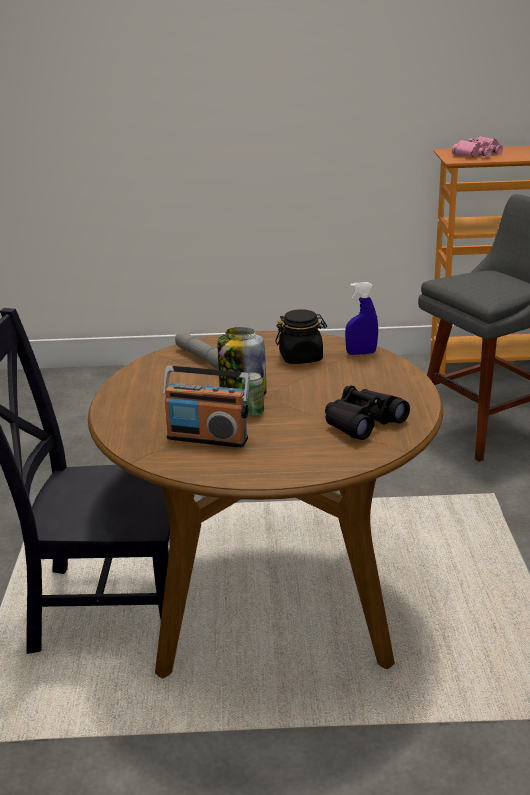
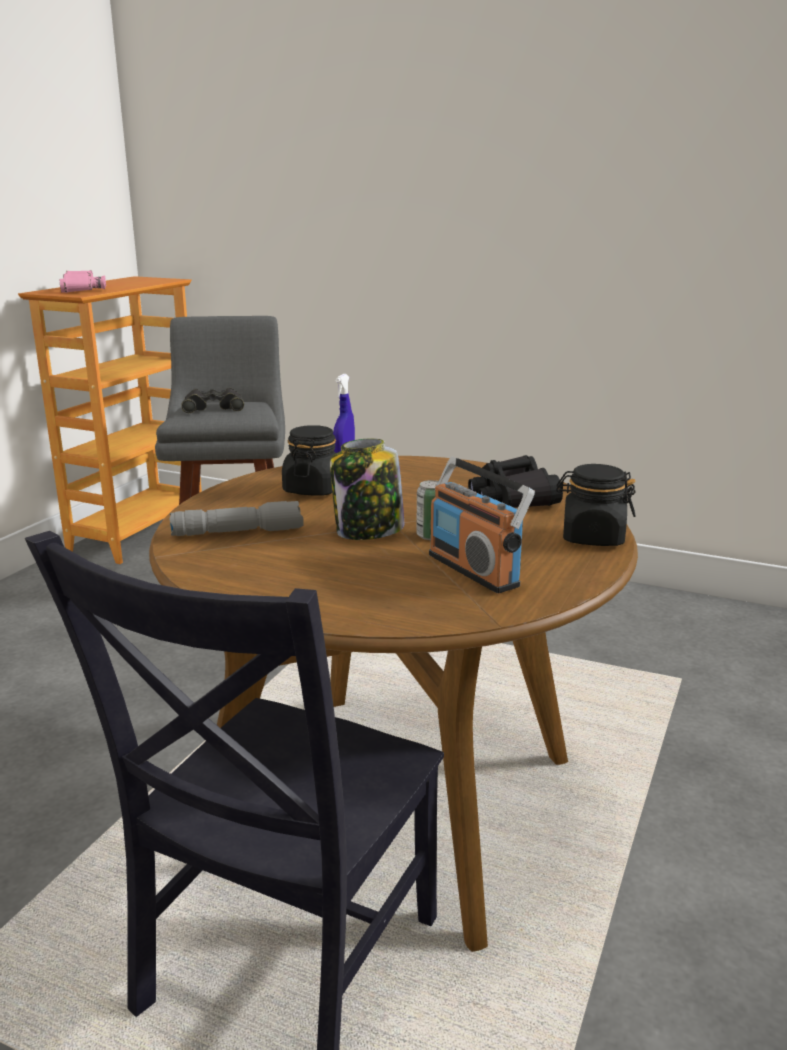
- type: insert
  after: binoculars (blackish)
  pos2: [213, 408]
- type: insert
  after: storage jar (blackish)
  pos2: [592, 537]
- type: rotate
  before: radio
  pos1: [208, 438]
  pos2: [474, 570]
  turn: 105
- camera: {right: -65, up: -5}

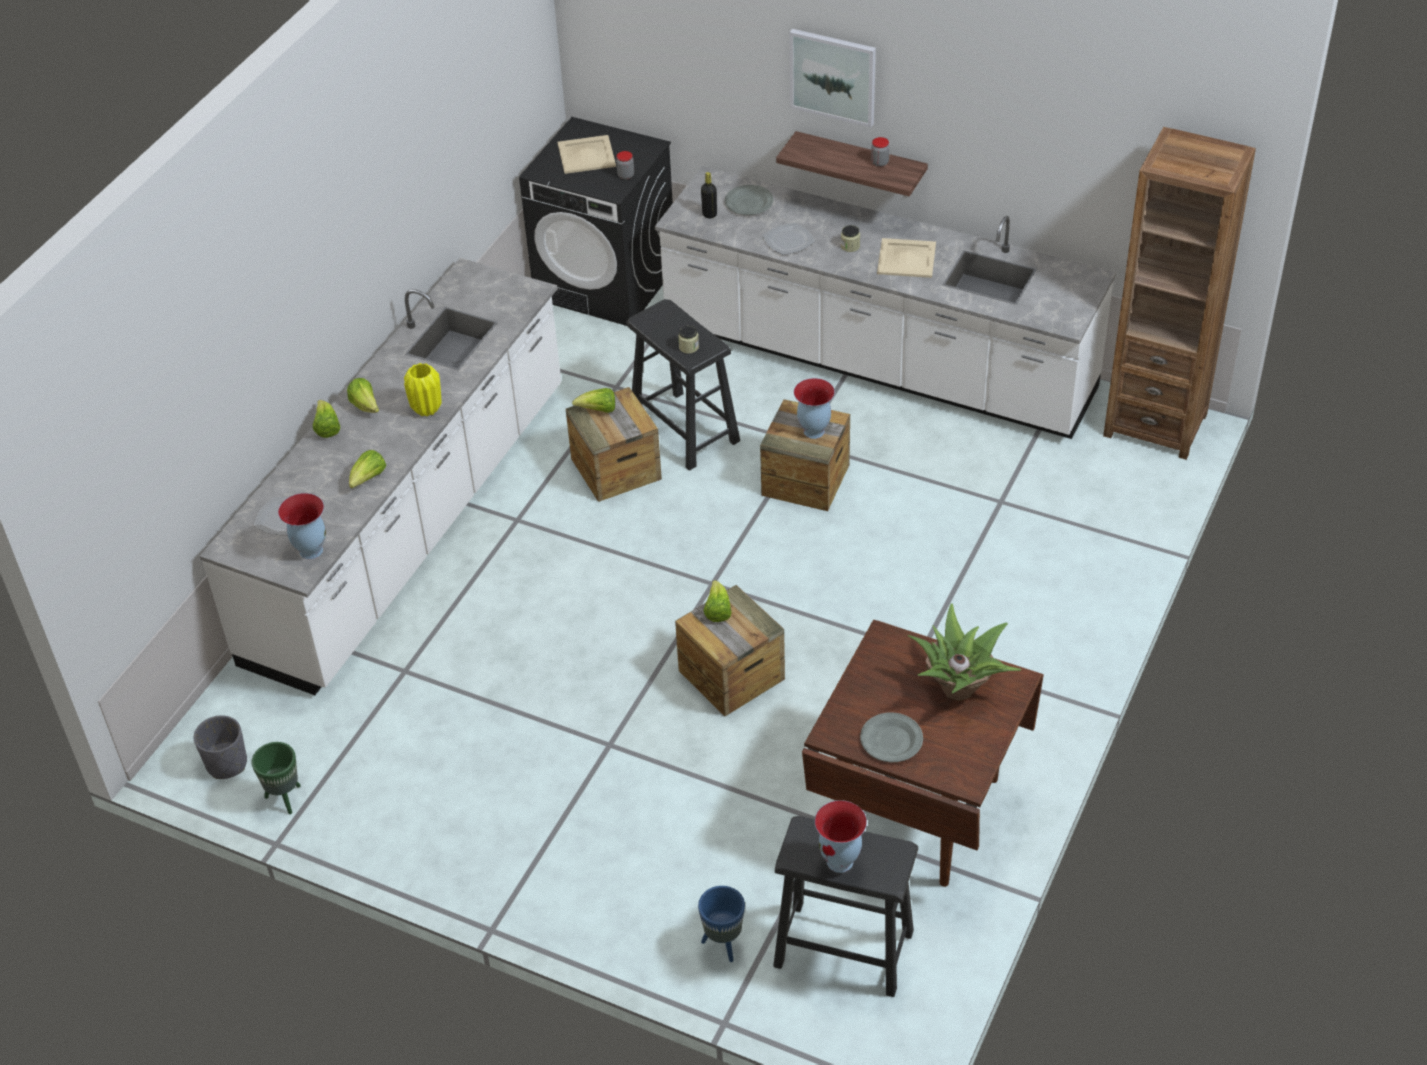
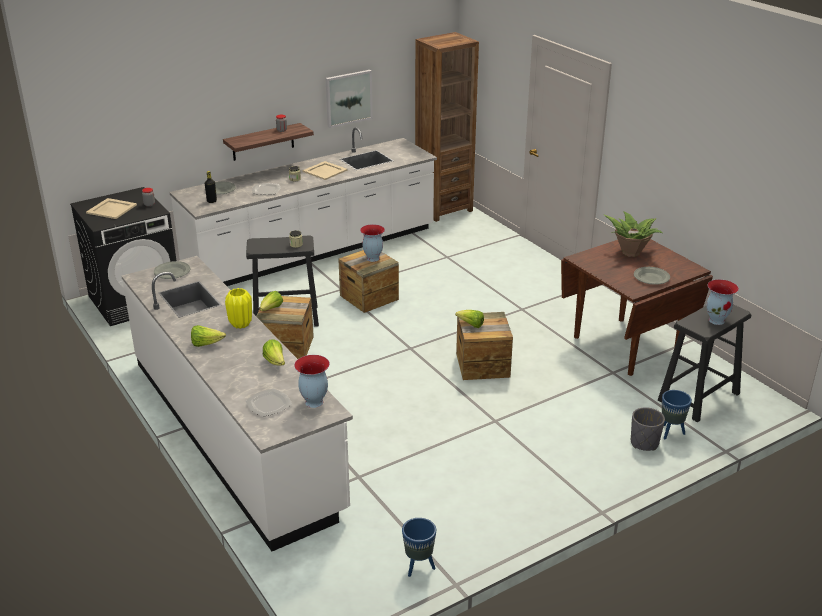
- type: delete
  before: lettuce
  pos1: [327, 428]
- type: insert
  after: flat dish (greyish)
  pos2: [172, 272]
- type: move
  before: flower pot (greyish)
  pos1: [226, 764]
  pos2: [644, 443]
- type: move
  before: picture
  pos1: [833, 76]
  pos2: [348, 98]
- type: recolor
  before: flower pot (green-coloured)
  after: flower pot (blue-coloured)
  pos1: [285, 798]
  pos2: [418, 567]
- camera: {right: -60, up: -15}

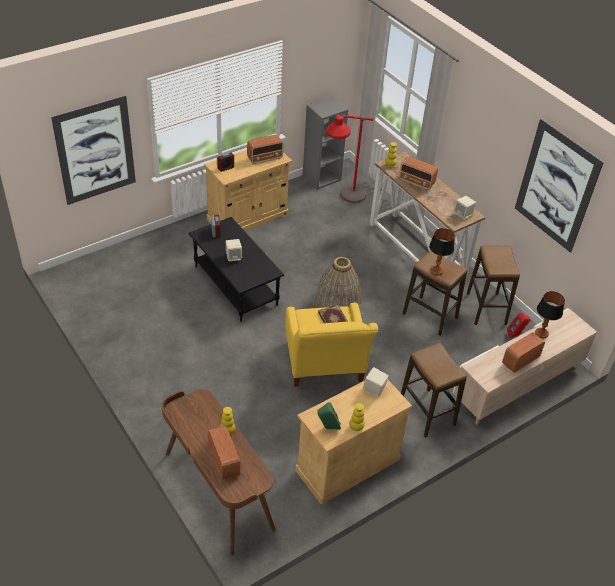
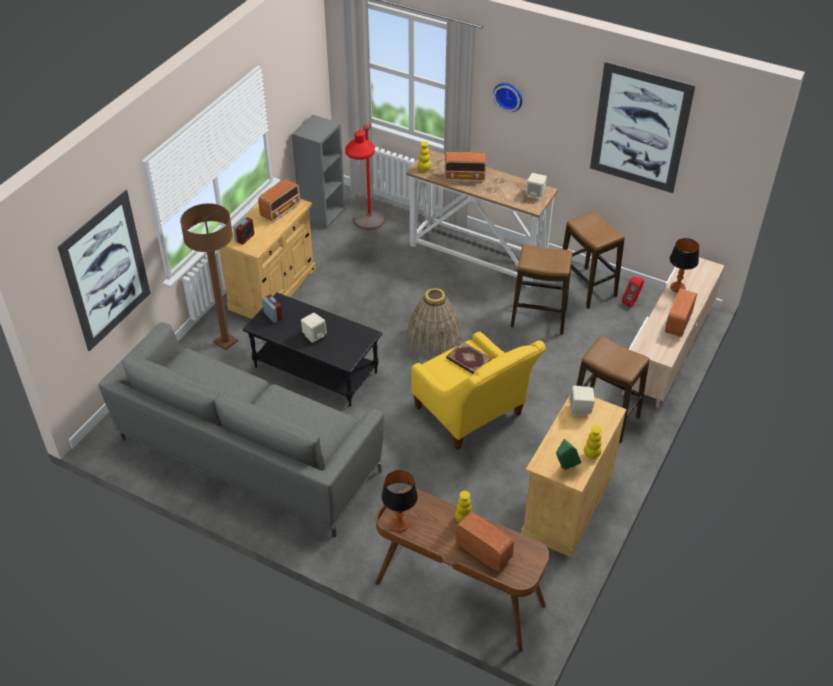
- type: insert
  after: settee (greyish)
  pos2: [248, 456]
- type: insert
  after: floor lamp (brown-coloured)
  pos2: [225, 341]
- type: insert
  after: clock on the wall
  pos2: [508, 96]
- type: move
  before: tabletop lamp
  pos1: [436, 270]
  pos2: [400, 524]
- camera: {right: -25, up: 0}

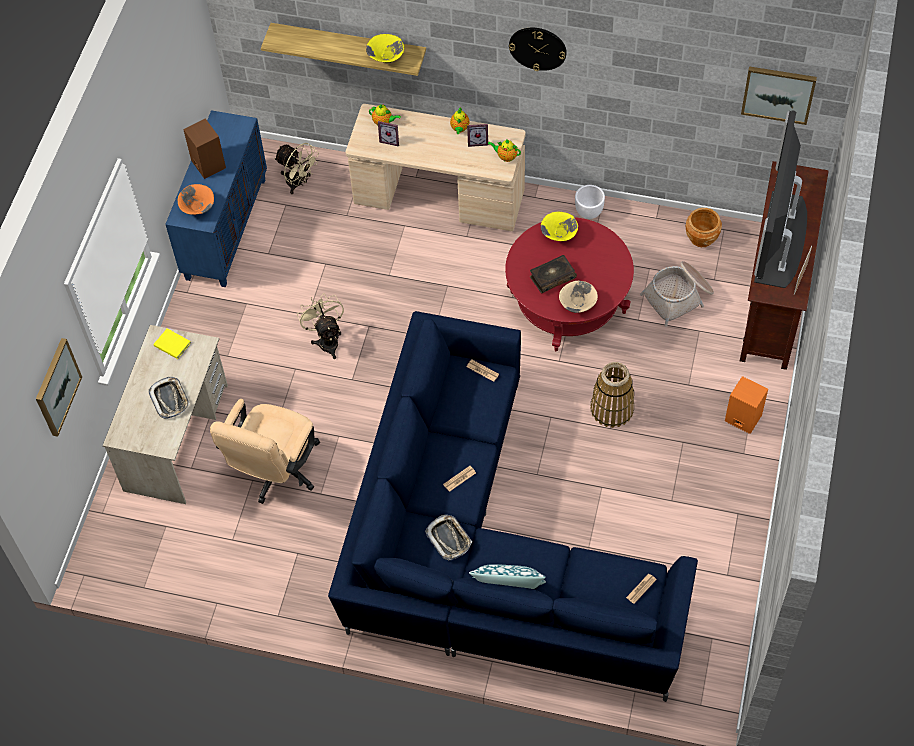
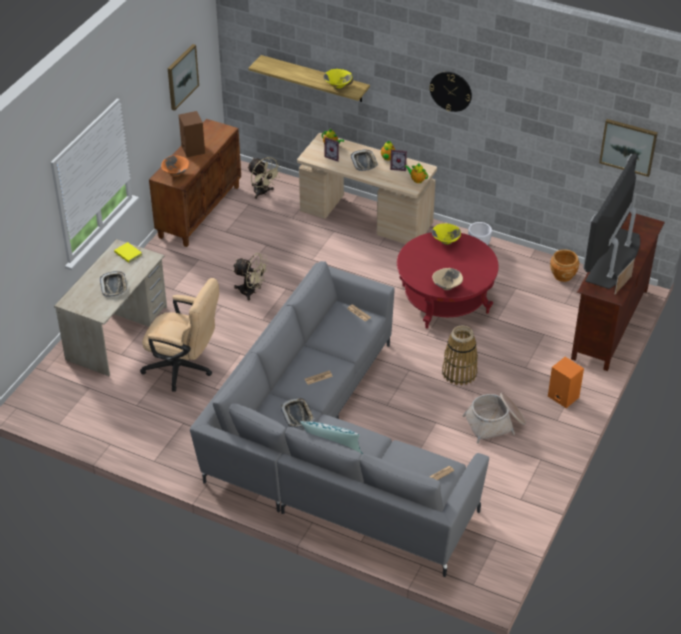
- type: delete
  before: book
  pos1: [552, 277]
- type: insert
  after: carrying tray
  pos2: [364, 162]
- type: move
  before: picture
  pos1: [57, 387]
  pos2: [182, 76]
- type: move
  before: basket
  pos1: [679, 297]
  pos2: [495, 423]
- type: recolor
  before: cabinet (blue-coloured)
  after: cabinet (brown-coloured)
  pos1: [225, 228]
  pos2: [199, 211]
- type: recolor
  before: settee (blue-coloured)
  after: settee (greyish)
  pos1: [486, 553]
  pos2: [330, 450]
- type: rotate
  before: computer chair (beige)
  pos1: [275, 473]
  pos2: [184, 368]
  turn: -105
- type: rotate
  before: cooling fan (beige)
  pos1: [327, 340]
  pos2: [251, 292]
  turn: 120
- camera: {right: 10, up: -15}

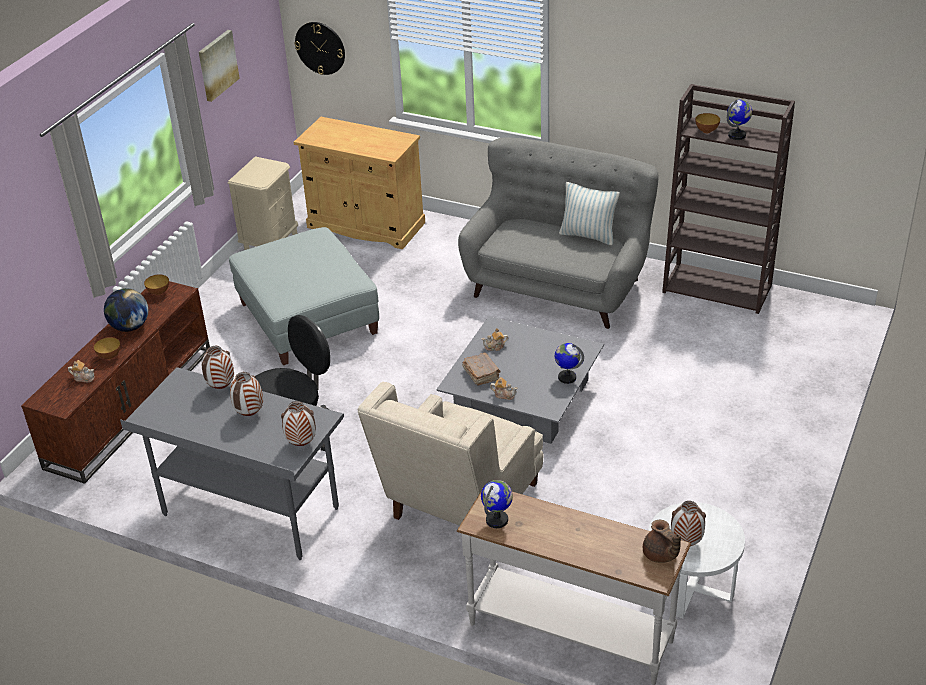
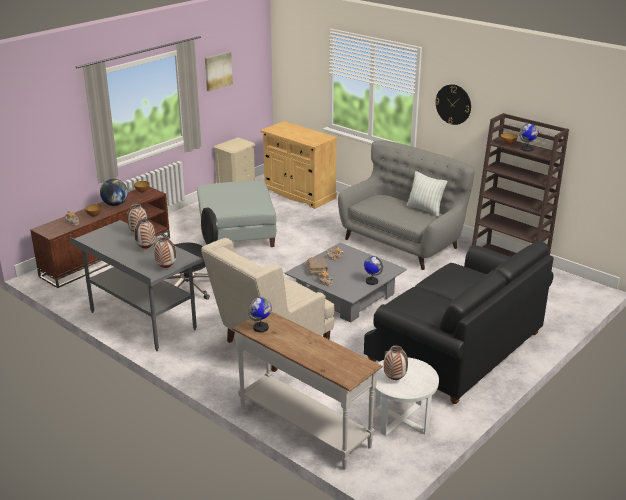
- type: delete
  before: tea pot (brown-coloured)
  pos1: [660, 555]
- type: insert
  after: settee (blackish)
  pos2: [455, 348]
- type: move
  before: clock on the wall
  pos1: [320, 48]
  pos2: [453, 104]
- camera: {right: 15, up: -10}

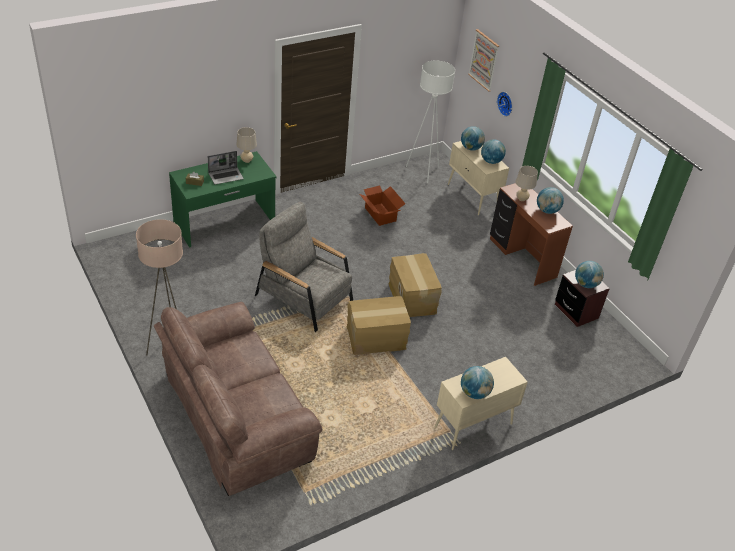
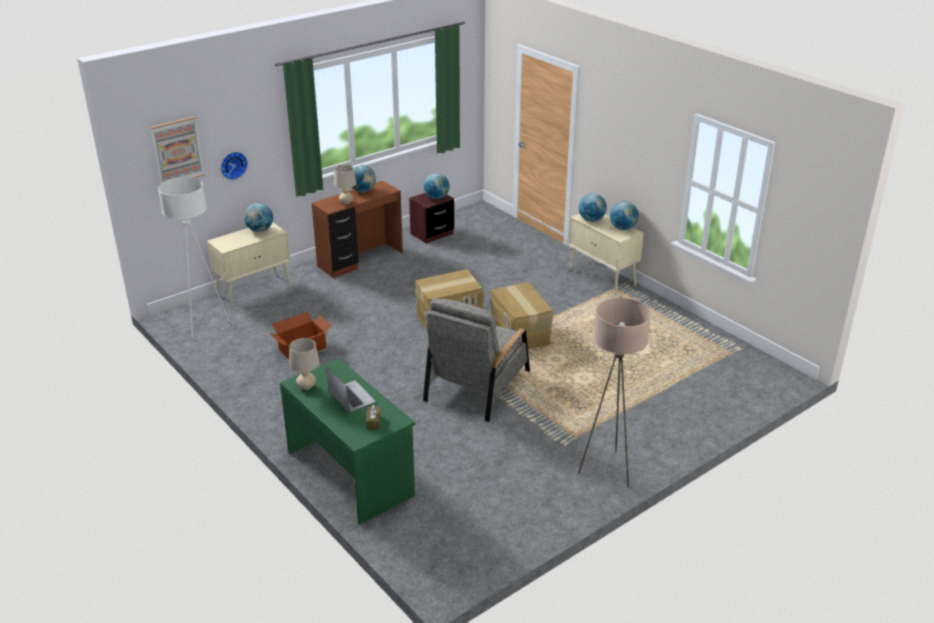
- type: delete
  before: settee (brown-coloured)
  pos1: [235, 418]
- type: move
  before: world globe
  pos1: [471, 148]
  pos2: [591, 220]
- camera: {right: -95, up: -10}

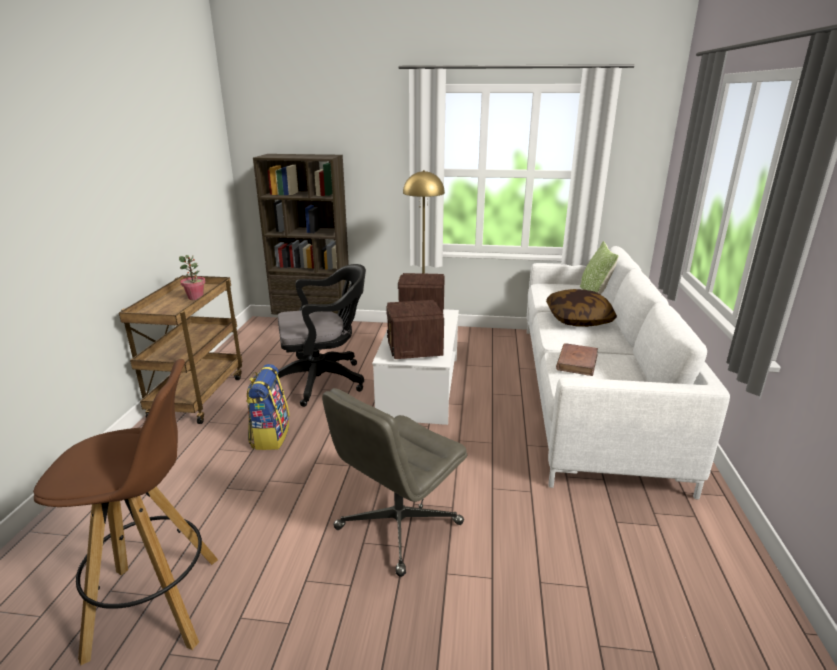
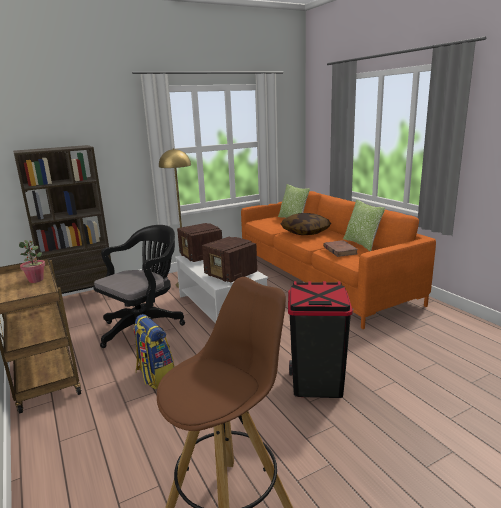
- type: insert
  after: pillow
  pos2: [361, 244]
- type: replace
  before: computer chair (greyish)
  after: rubbish bin (blackish)
  pos1: [398, 527]
  pos2: [317, 384]
- type: recolor
  before: settee (white-coloured)
  after: settee (orange)
  pos1: [589, 394]
  pos2: [321, 279]
- camera: {right: -35, up: -5}

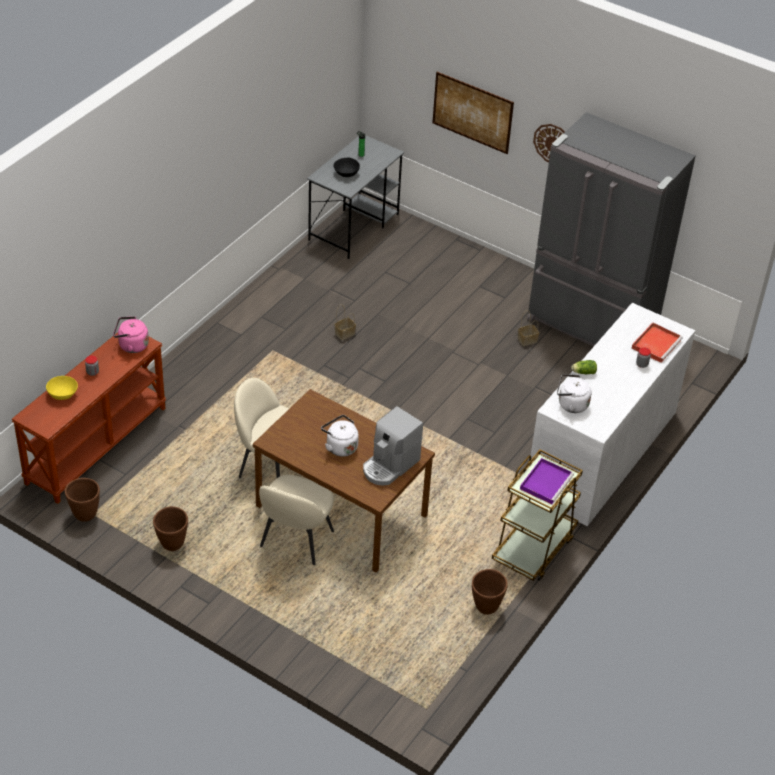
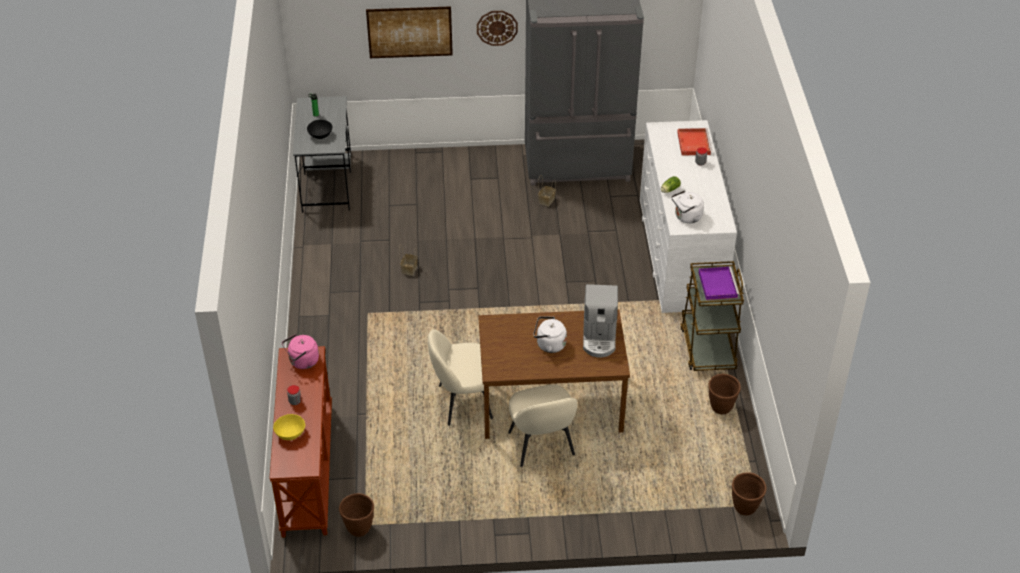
- type: move
  before: flower pot (brown-coloured)
  pos1: [172, 544]
  pos2: [745, 508]
- camera: {right: -35, up: 0}

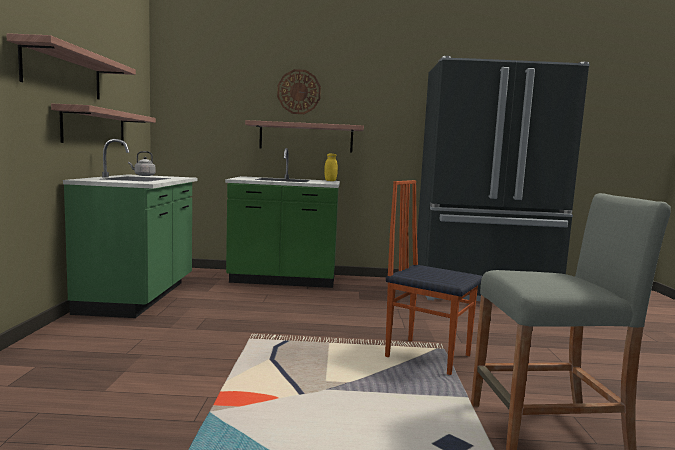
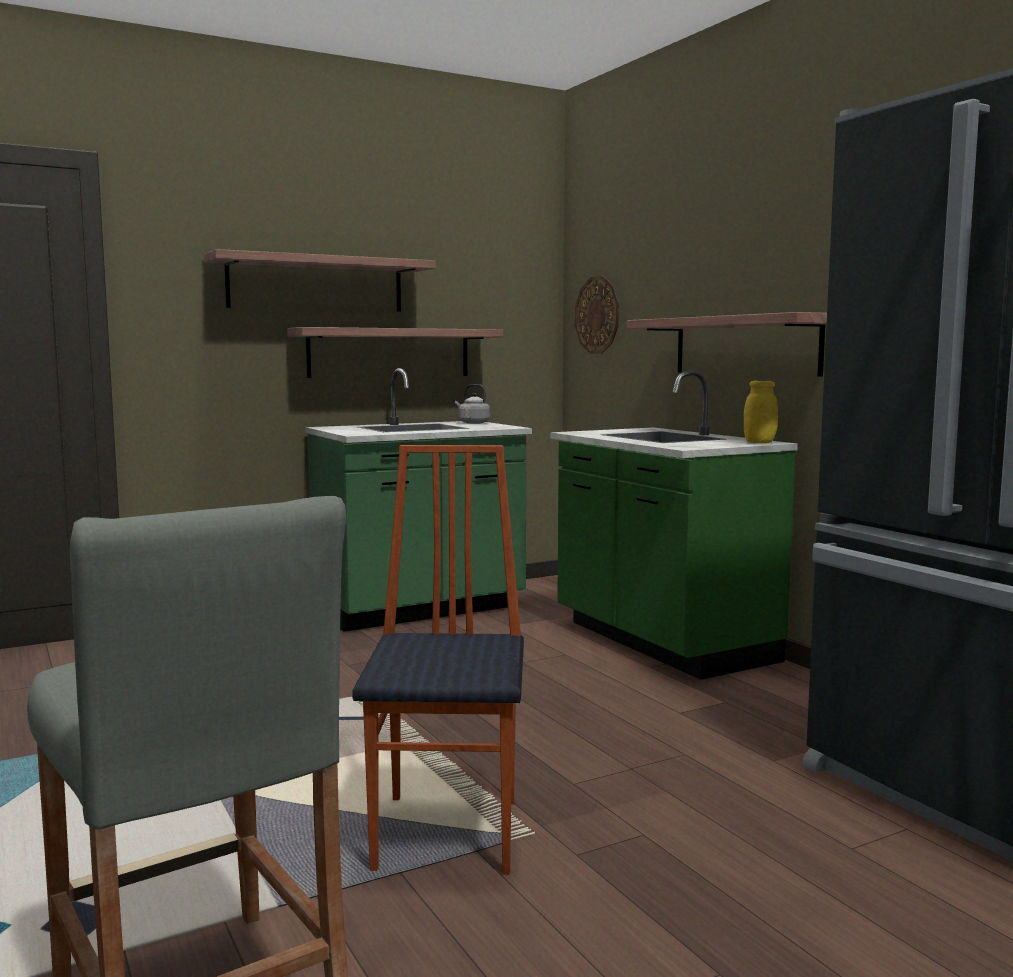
- type: move
  before: clock on the wall
  pos1: [299, 92]
  pos2: [597, 315]
- camera: {right: 60, up: 0}

